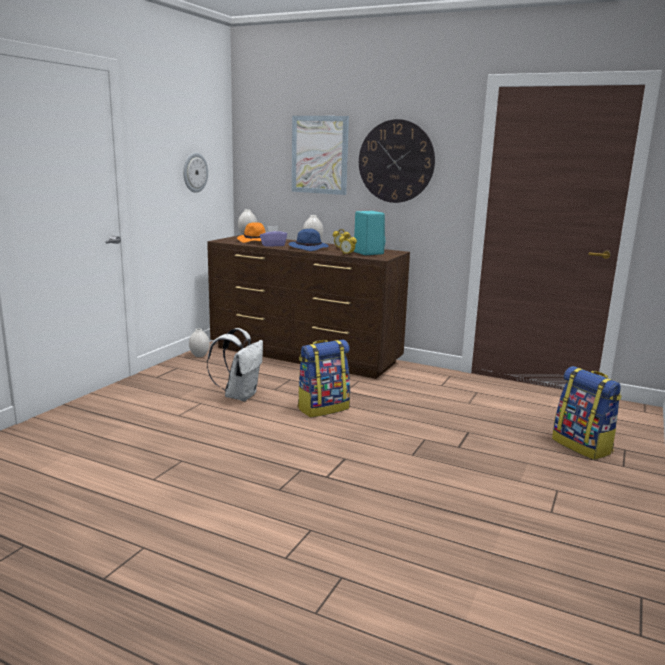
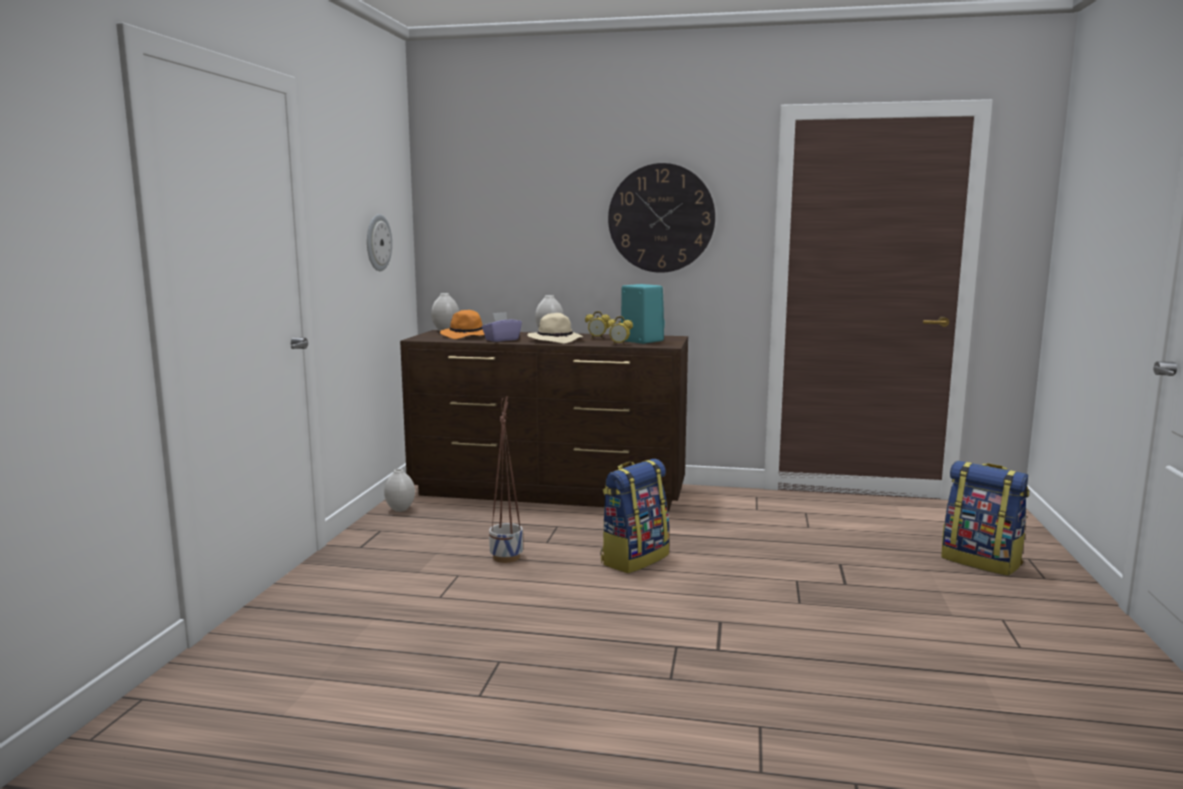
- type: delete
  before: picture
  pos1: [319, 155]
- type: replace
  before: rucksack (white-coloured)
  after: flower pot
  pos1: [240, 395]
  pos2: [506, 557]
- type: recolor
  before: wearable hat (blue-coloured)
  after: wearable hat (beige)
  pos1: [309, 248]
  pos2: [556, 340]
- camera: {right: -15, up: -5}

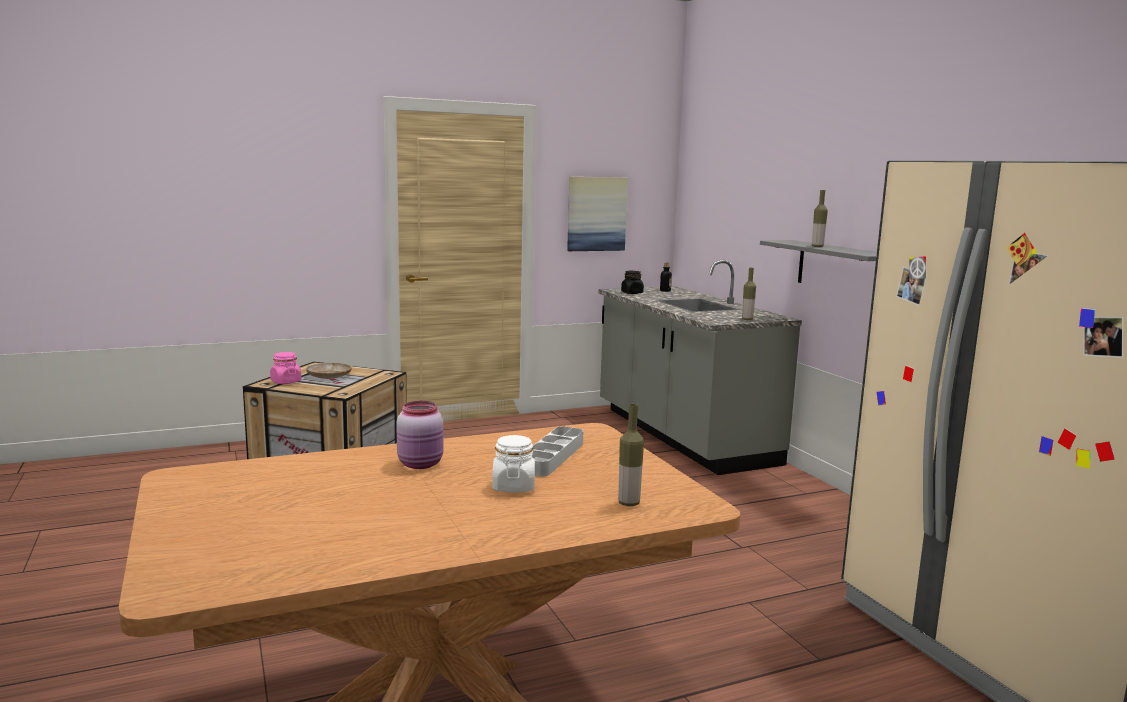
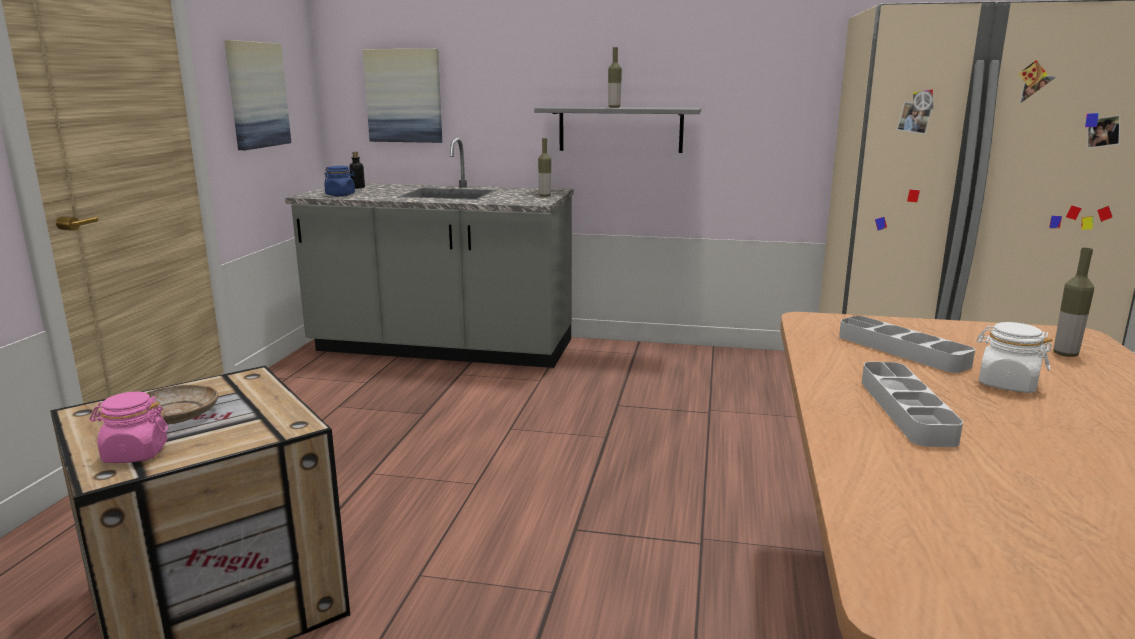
- type: insert
  after: picture
  pos2: [404, 96]
- type: replace
  before: storage jar (pinkish)
  after: carrying tray (greyish)
  pos1: [421, 464]
  pos2: [906, 410]
- type: recolor
  before: storage jar (blackish)
  after: storage jar (blue-coloured)
  pos1: [632, 293]
  pos2: [340, 195]
- camera: {right: -55, up: 5}

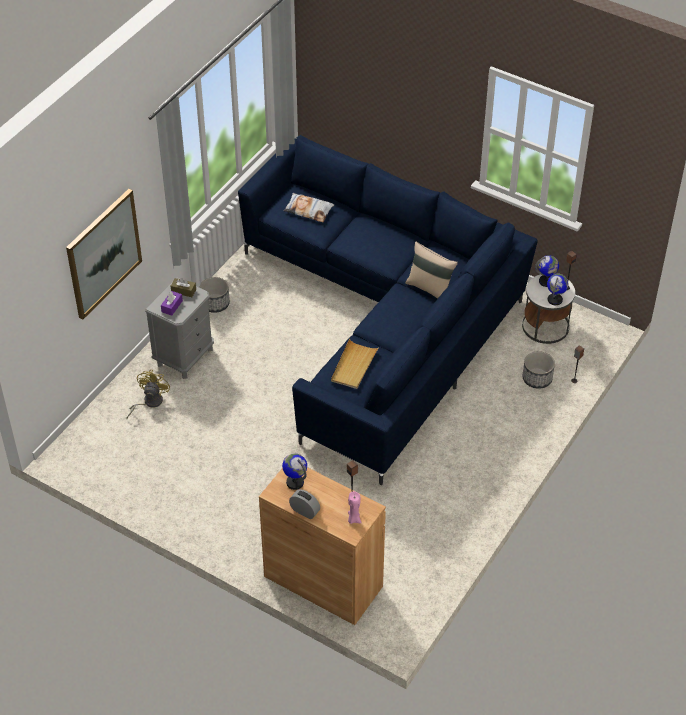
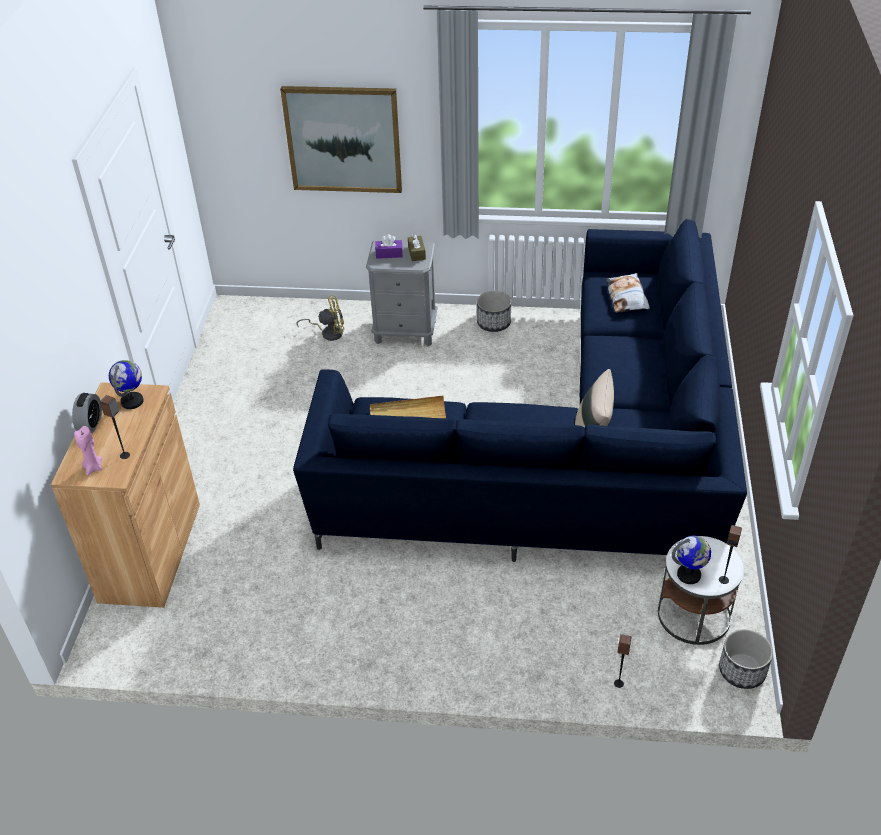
- type: delete
  before: world globe
  pos1: [546, 281]
- type: move
  before: flower pot
  pos1: [537, 379]
  pos2: [742, 671]
- camera: {right: 65, up: -5}

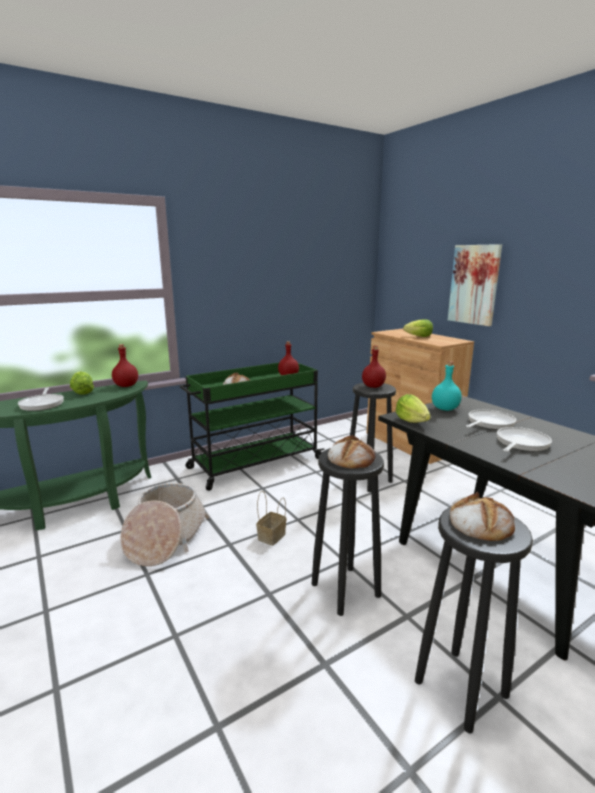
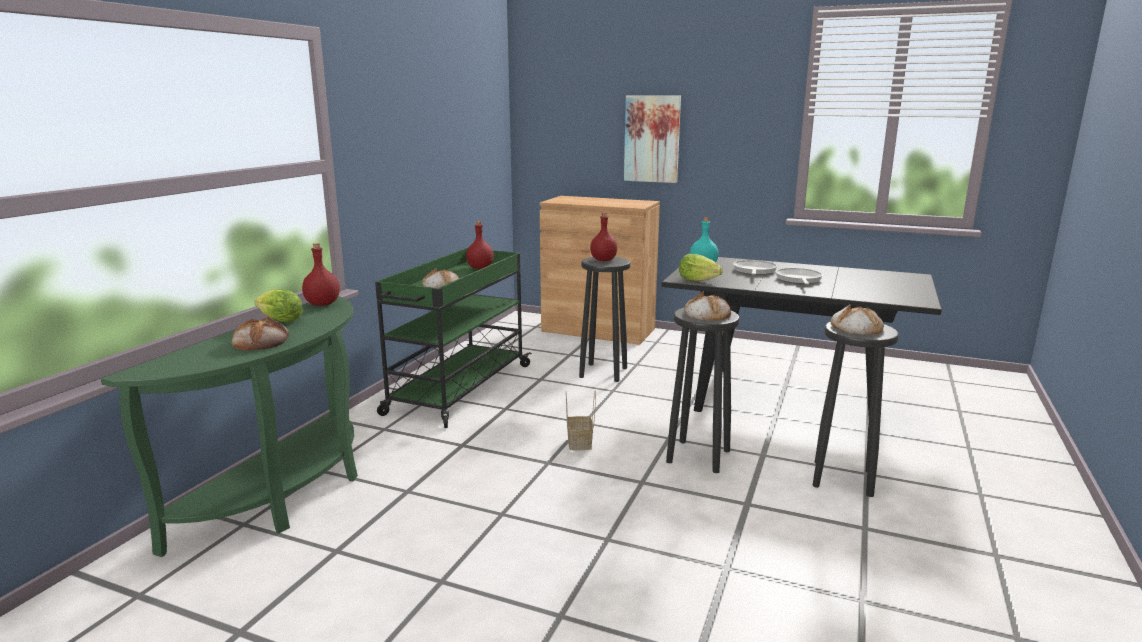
- type: delete
  before: basket
  pos1: [165, 538]
- type: delete
  before: lettuce
  pos1: [419, 336]
- type: replace
  before: skillet
  after: bread
  pos1: [42, 404]
  pos2: [261, 341]
- camera: {right: -35, up: 0}

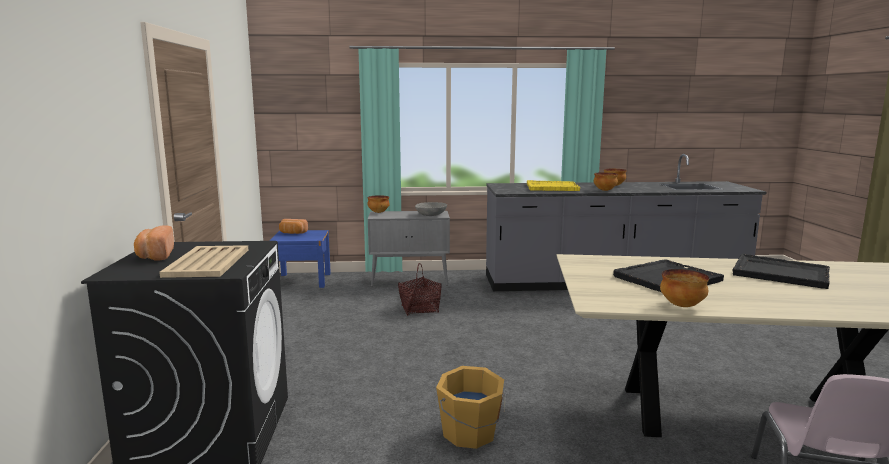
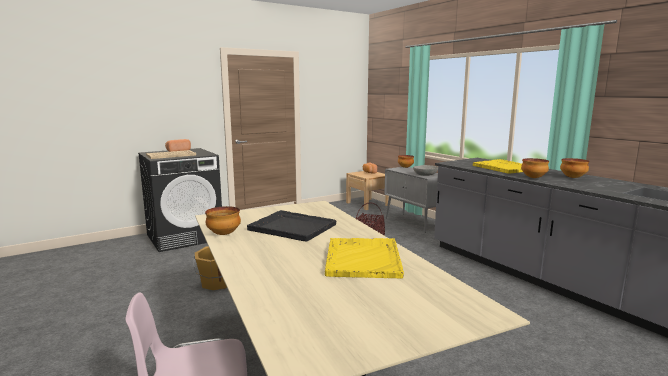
- type: recolor
  before: bedside table (blue-coloured)
  after: bedside table (beige)
  pos1: [302, 280]
  pos2: [367, 204]
- type: recolor
  before: carrying tray (blackish)
  after: carrying tray (yellowish)
  pos1: [779, 273]
  pos2: [363, 259]
- camera: {right: 60, up: 0}

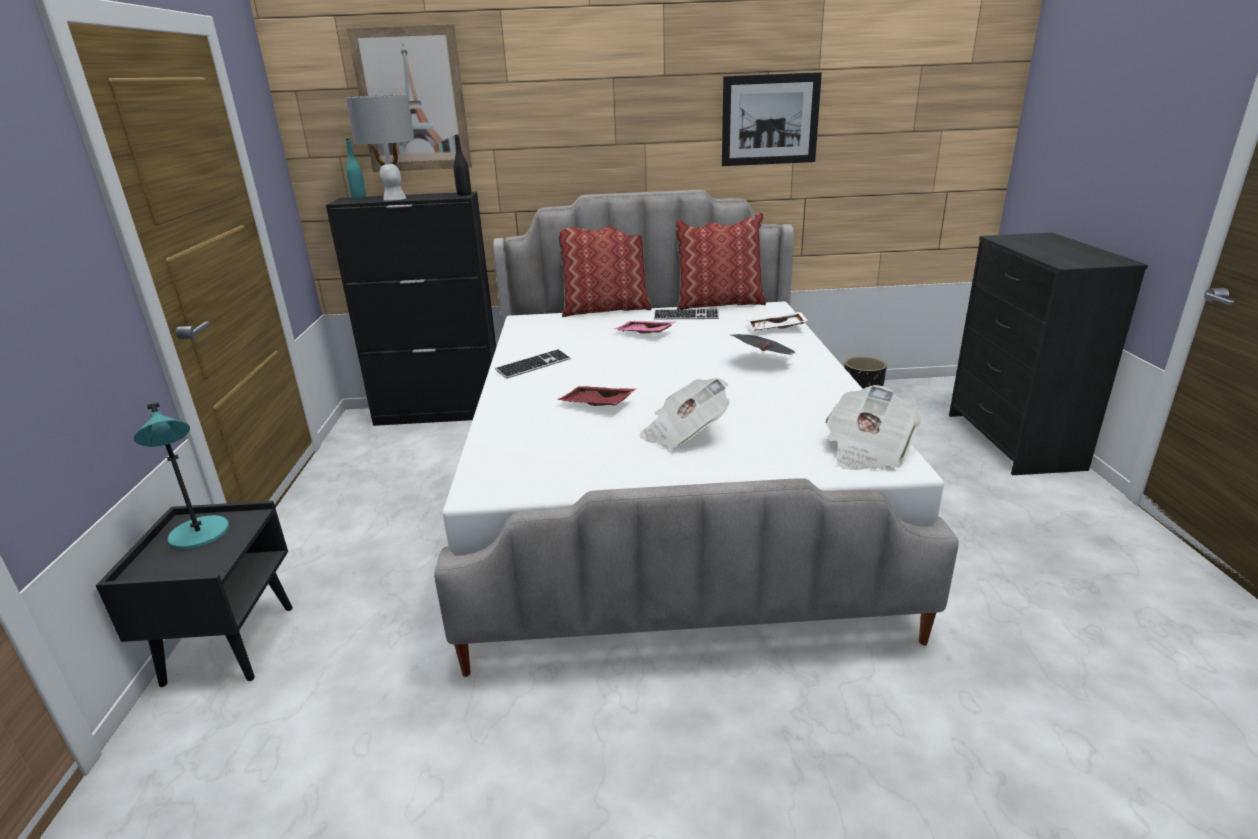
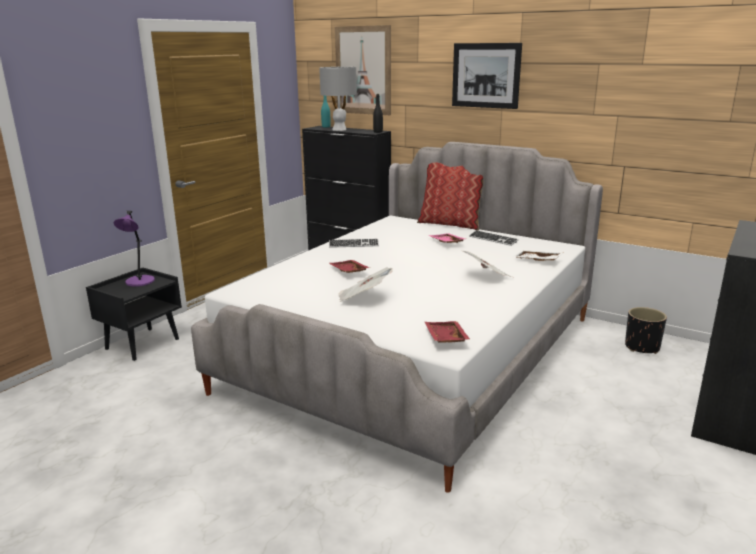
- type: delete
  before: pillow
  pos1: [719, 303]
- type: move
  before: picture
  pos1: [770, 120]
  pos2: [486, 75]
- type: replace
  before: daily paper
  after: carrying tray (red-coloured)
  pos1: [866, 451]
  pos2: [444, 338]
- type: recolor
  before: tabletop lamp (turquoise-coloured)
  after: tabletop lamp (purple-coloured)
  pos1: [200, 535]
  pos2: [139, 282]
- camera: {right: 35, up: -5}

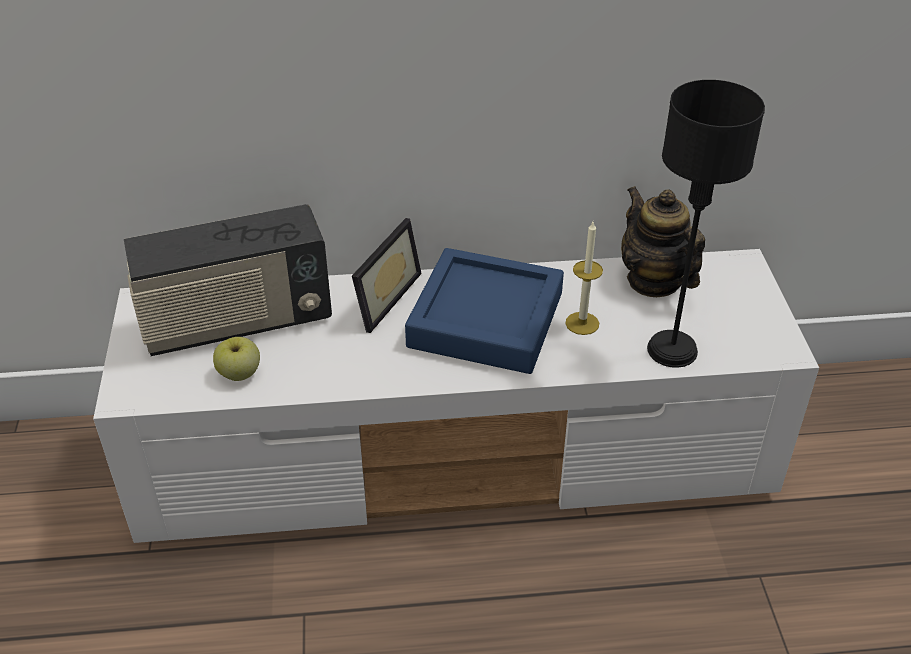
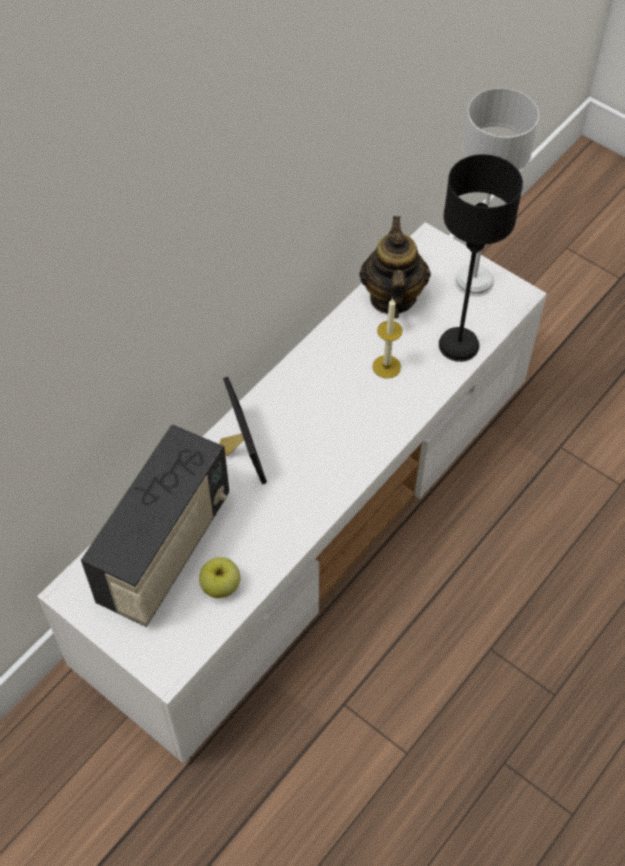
- type: delete
  before: carrying tray (blue-coloured)
  pos1: [486, 320]
- type: insert
  after: tabletop lamp (greyish)
  pos2: [473, 281]
- type: rotate
  before: tea pot
  pos1: [654, 281]
  pos2: [392, 297]
  turn: 75
- camera: {right: -45, up: 15}

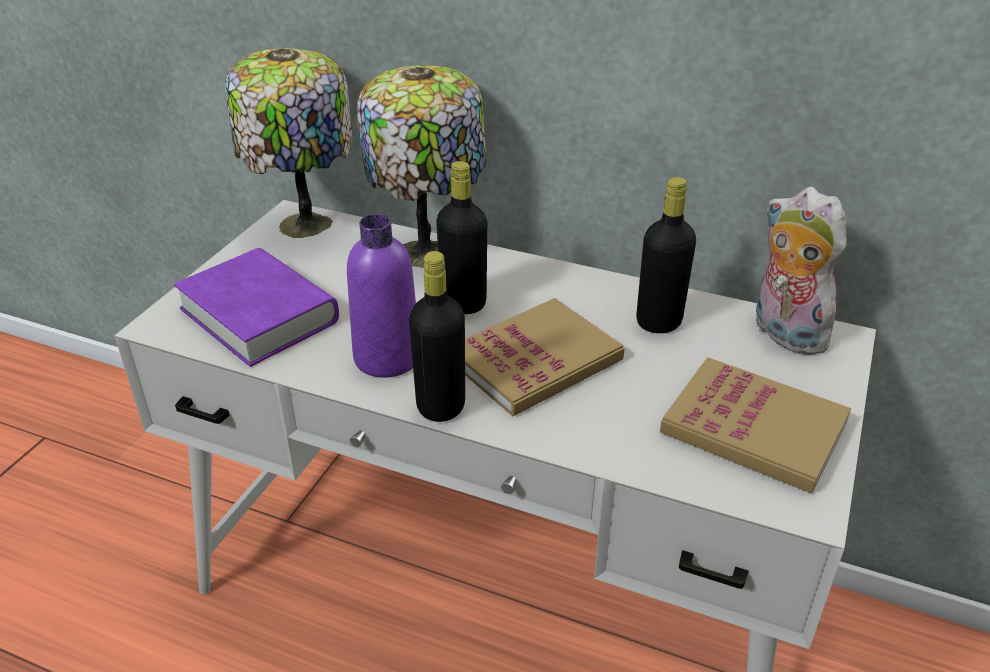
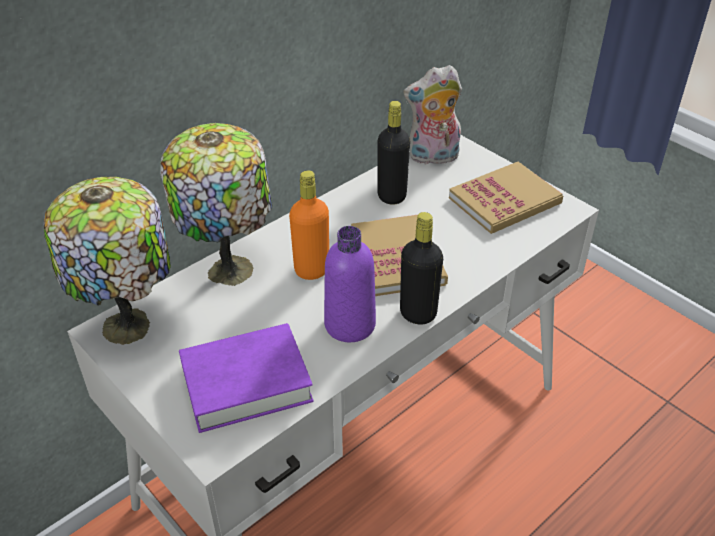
- type: recolor
  before: bottle (blackish)
  after: bottle (orange)
  pos1: [463, 303]
  pos2: [312, 270]
- camera: {right: -65, up: 5}

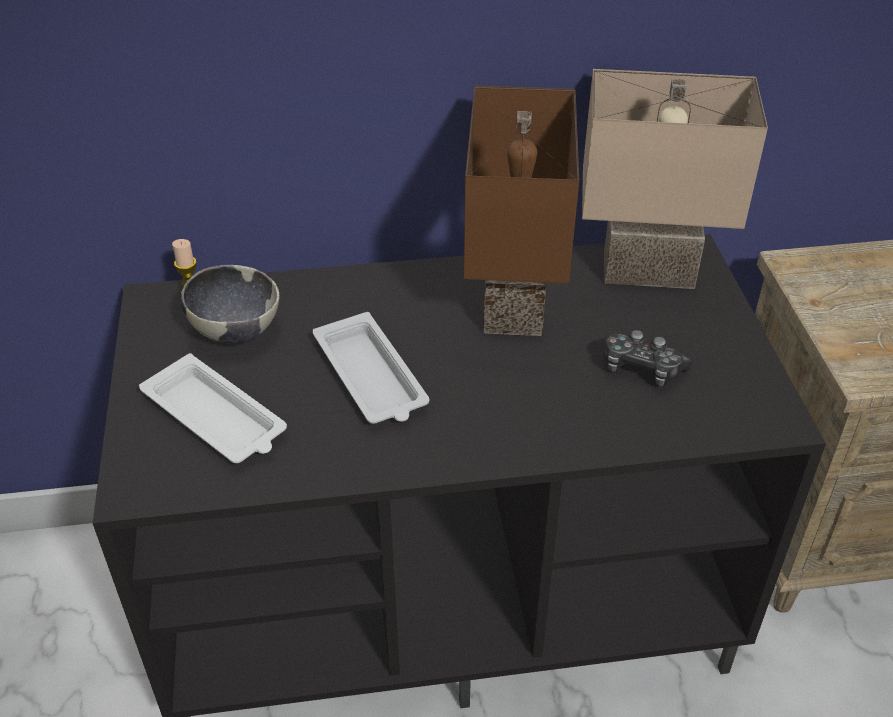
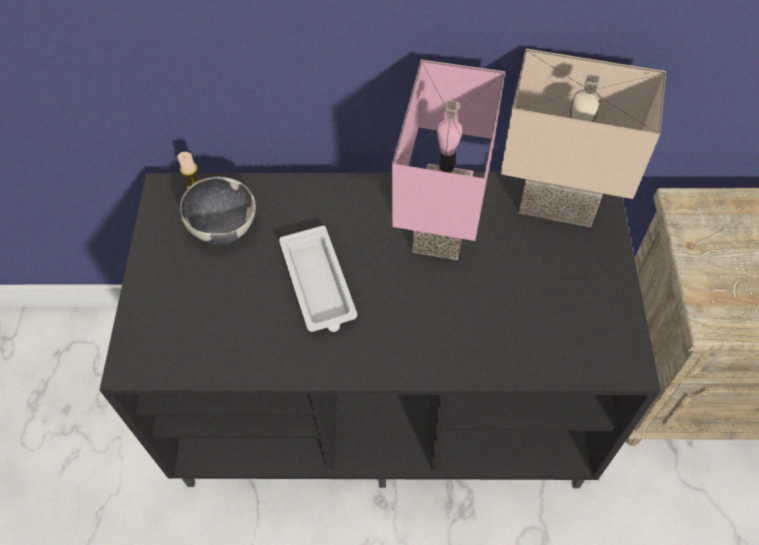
- type: delete
  before: carrying tray (white-coloured)
  pos1: [216, 418]
- type: delete
  before: gamepad
  pos1: [641, 368]
- type: recolor
  before: tabletop lamp (brown-coloured)
  after: tabletop lamp (pinkish)
  pos1: [508, 303]
  pos2: [437, 225]
- camera: {right: 10, up: 15}

